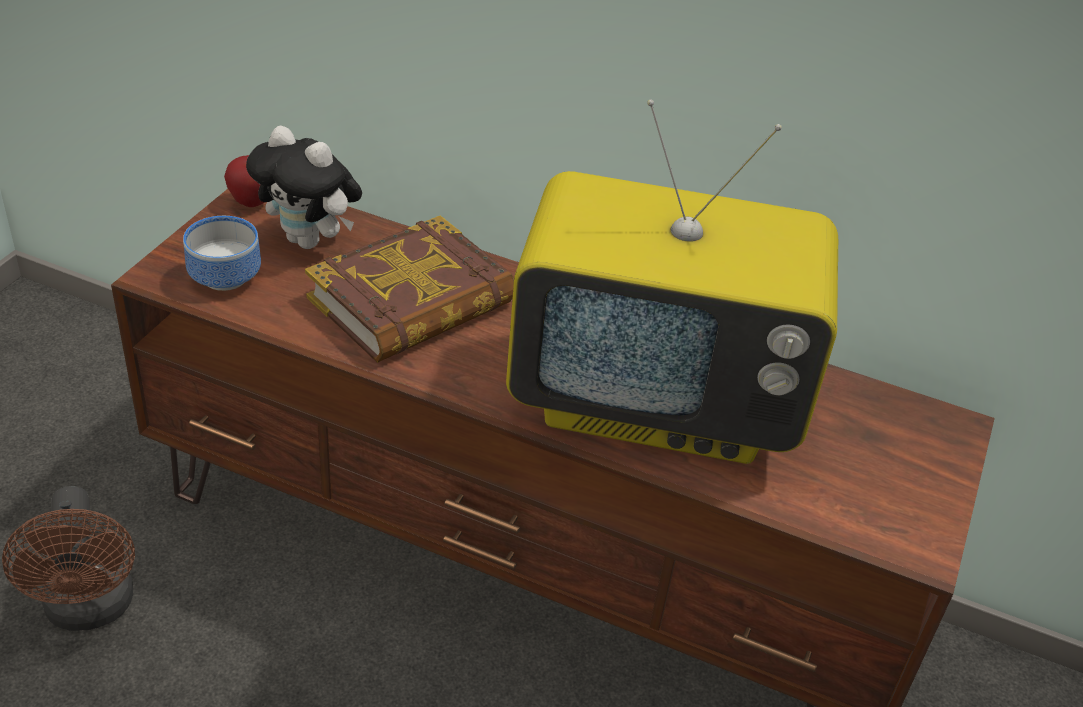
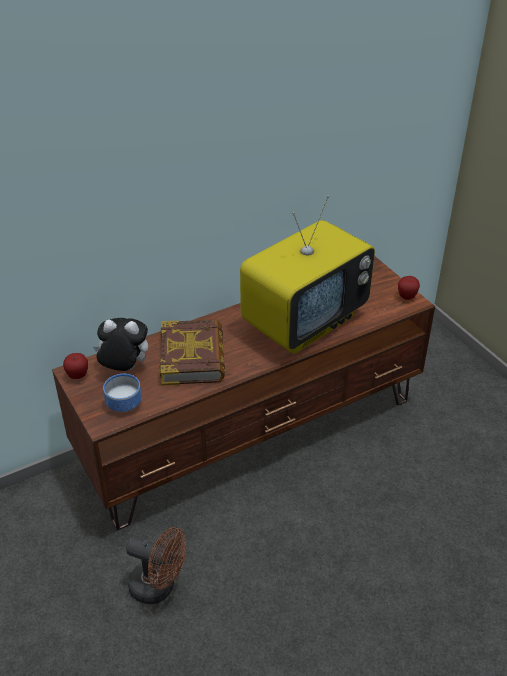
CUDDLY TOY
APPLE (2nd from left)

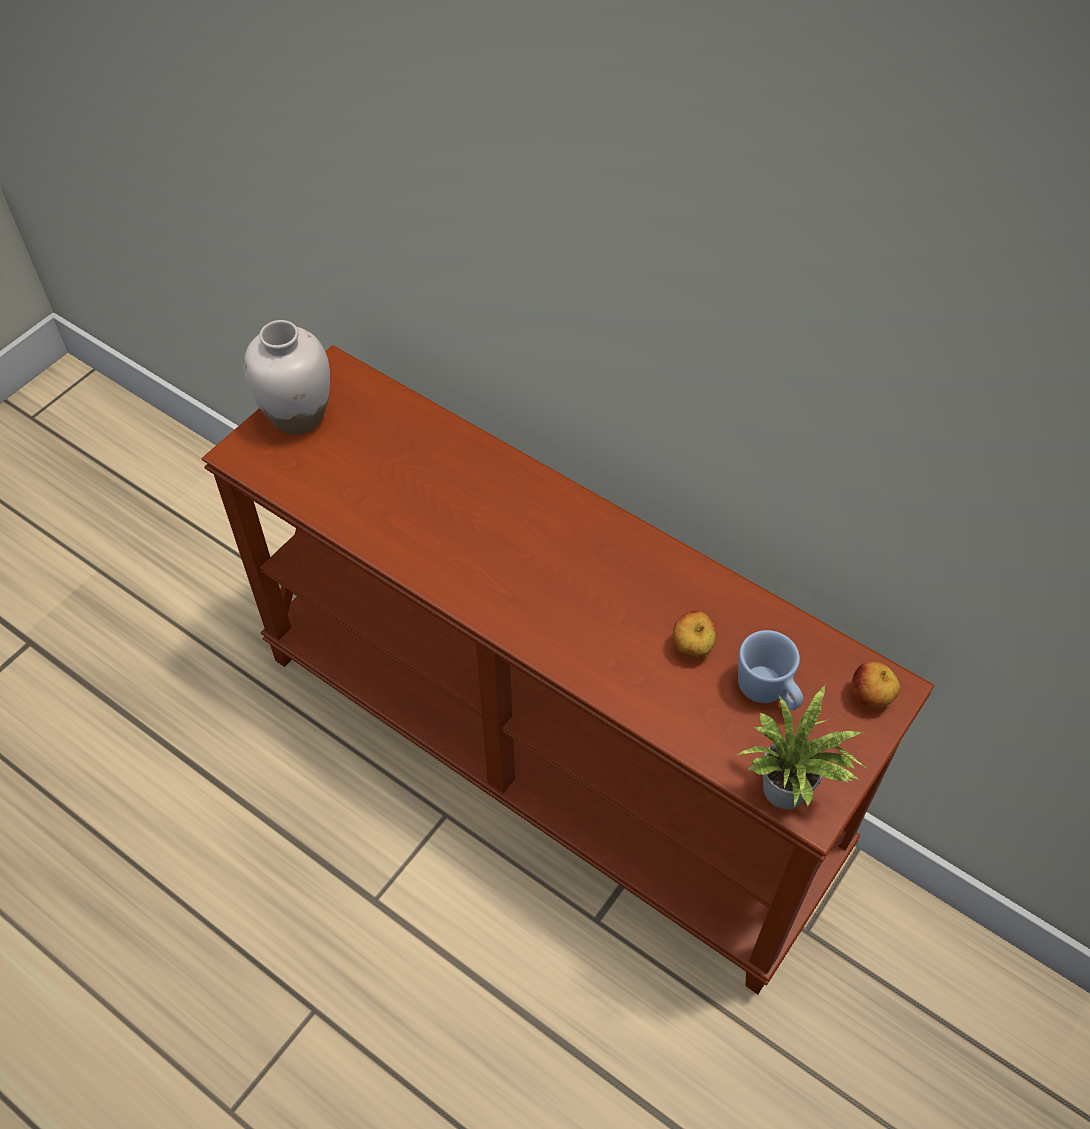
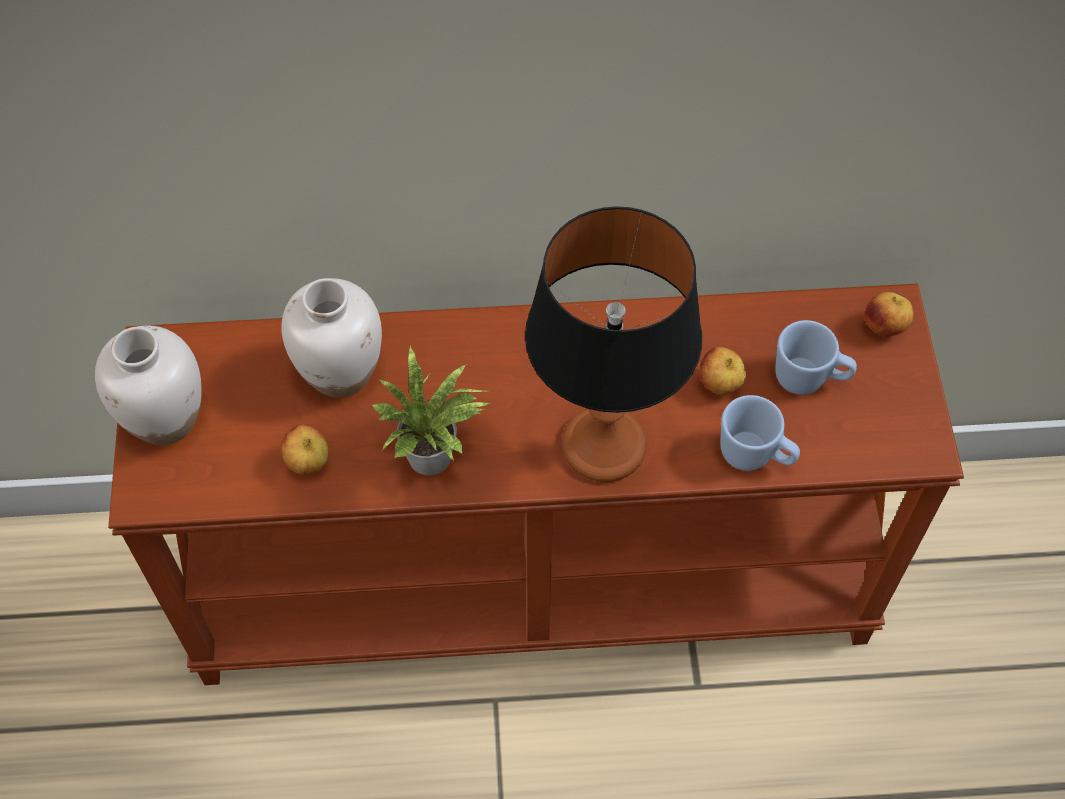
PLANT IN A POT
APPLE (1st from left)
WHITE DECORATIVE VASE (2nd from left)
TABLETOP LAMP
BLUE TEA MUG (1st from left)

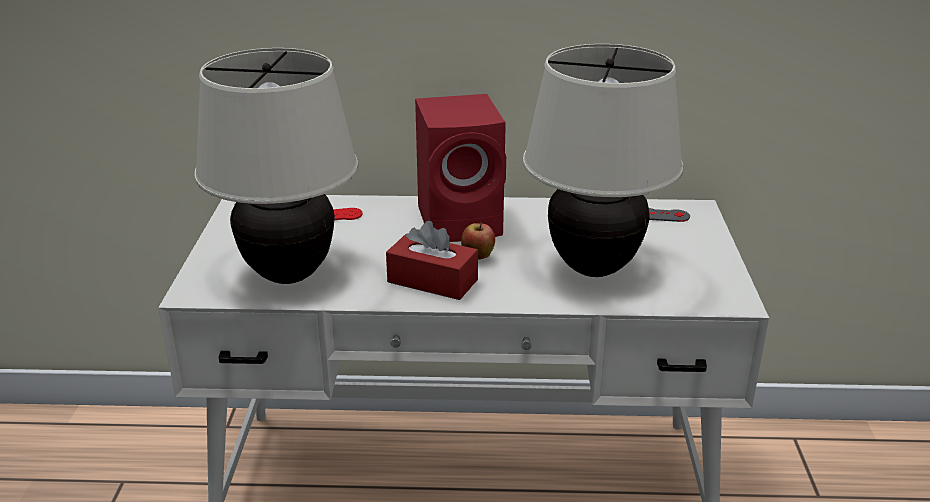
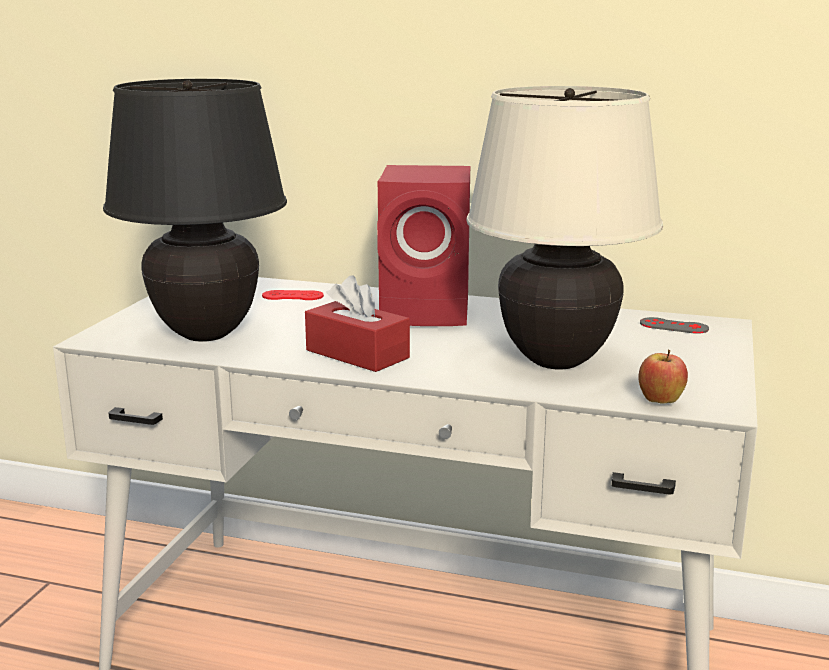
BLACKISH TABLETOP LAMP
APPLE

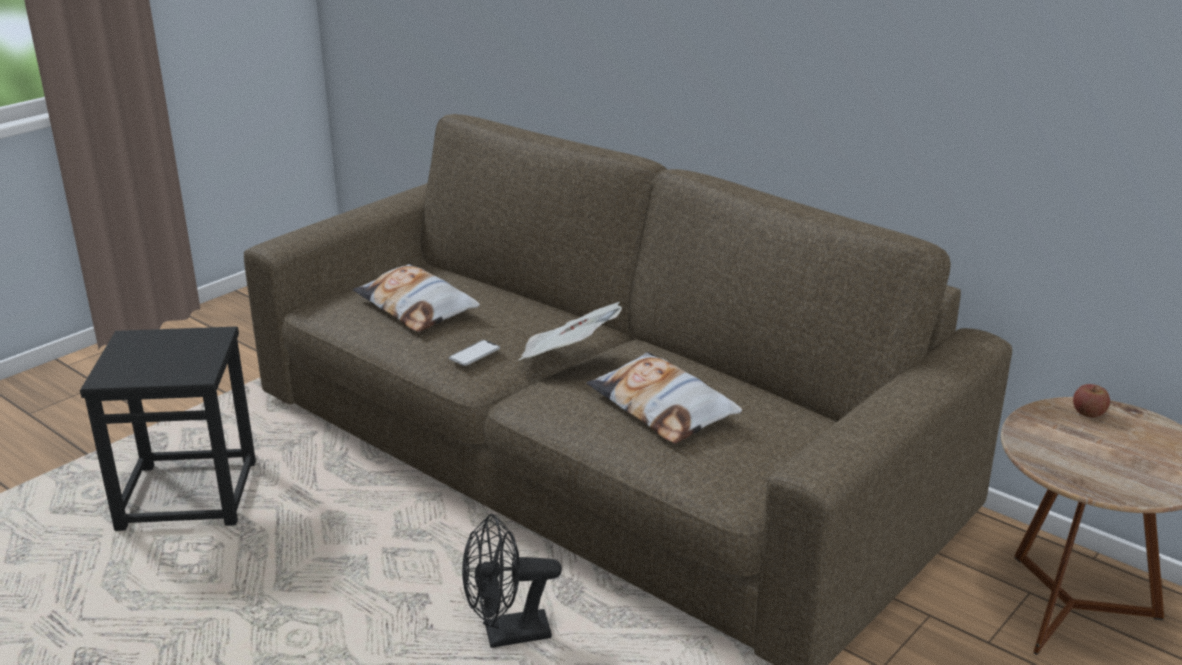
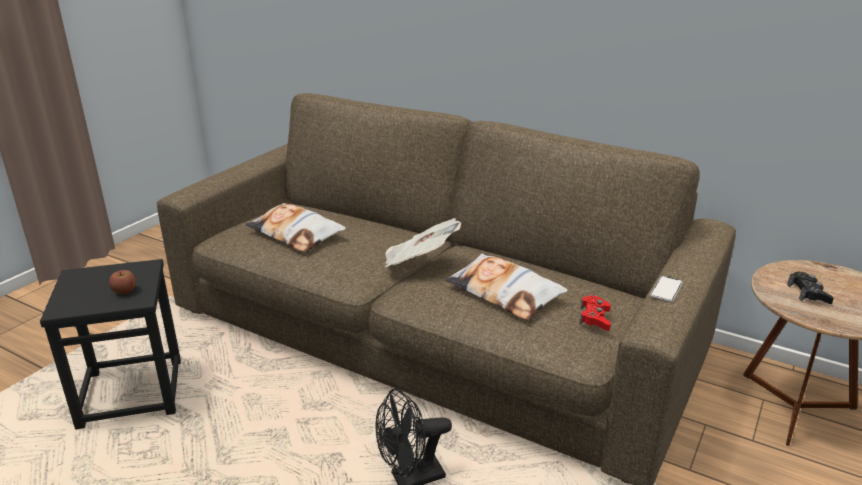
TELEPHONE
APPLE
RED JOYPAD
BLACKISH JOYPAD

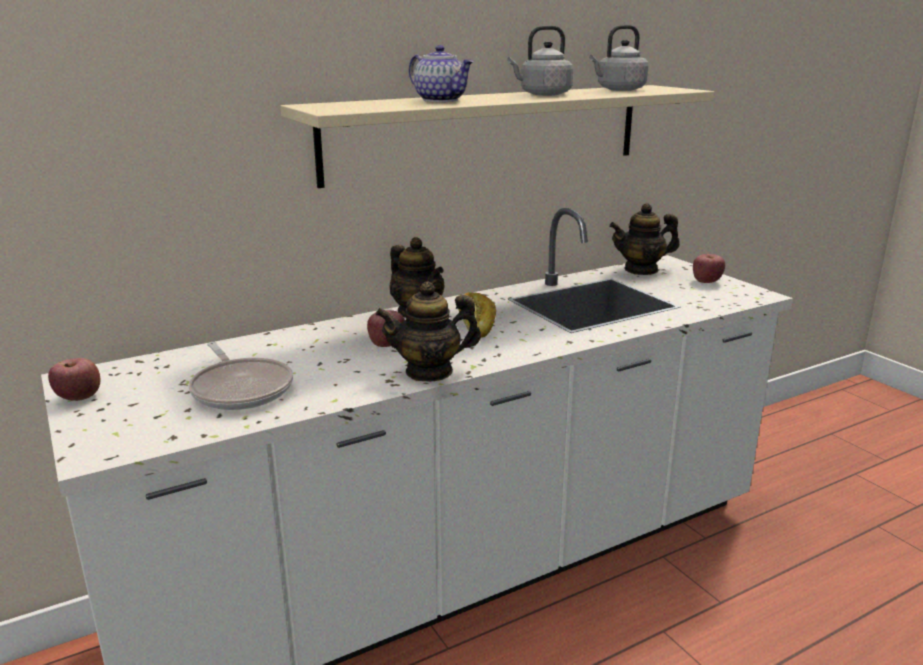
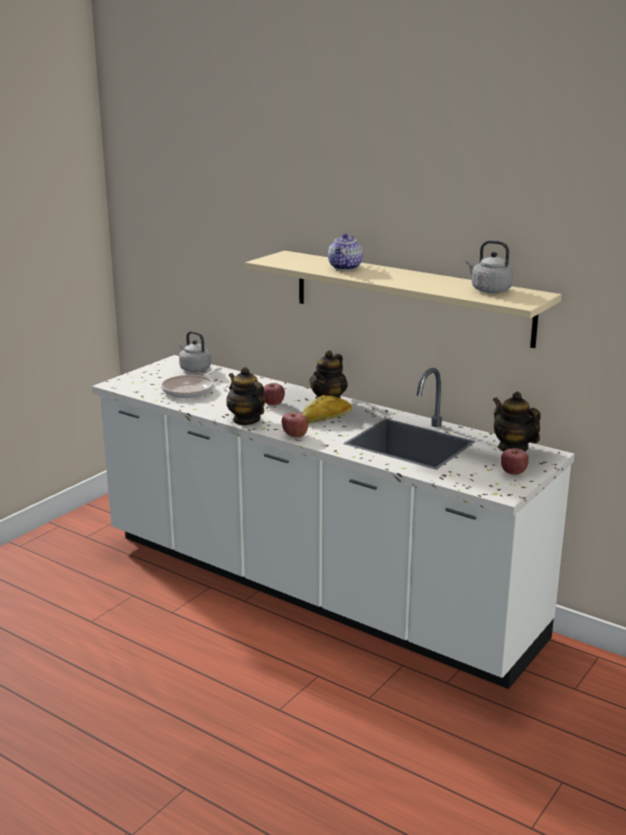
APPLE (2nd from left)
GREY TEA KETTLE (1st from left)

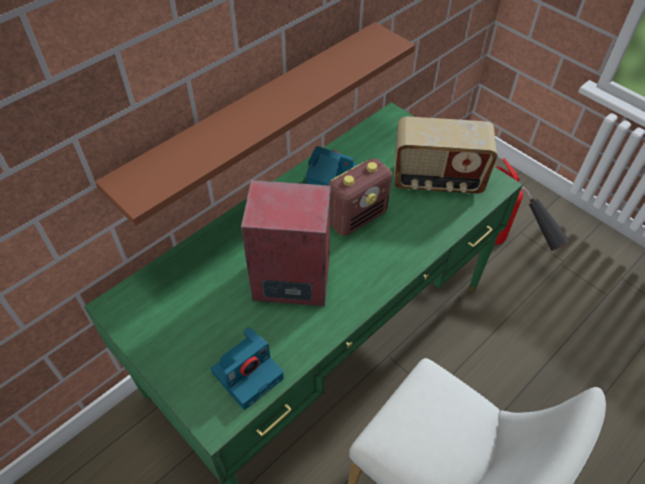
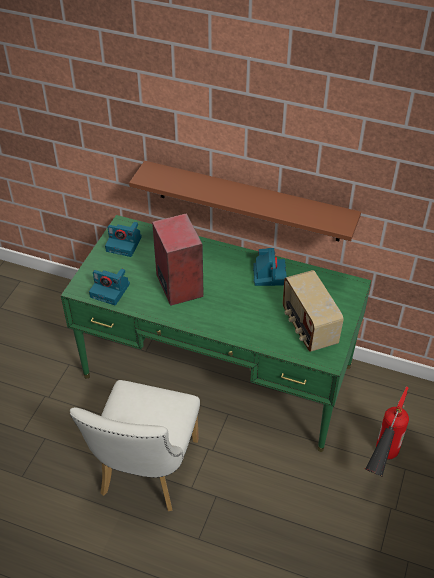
RADIO (1st from left in the first image)
PHOTO CAMERA (2nd from left)

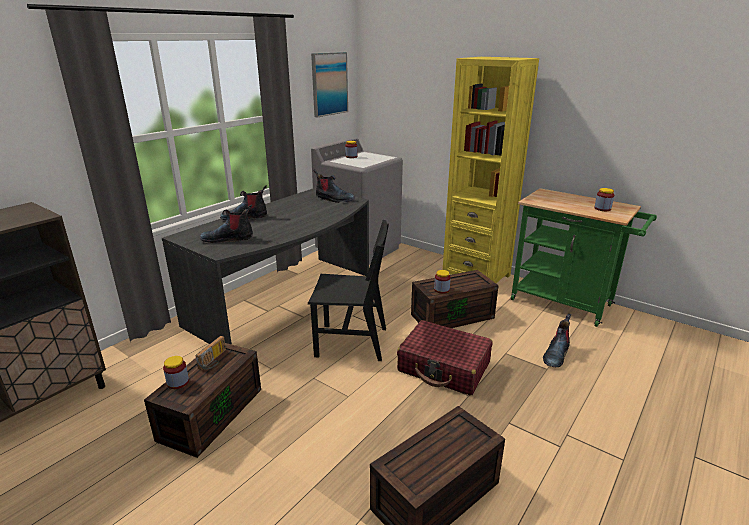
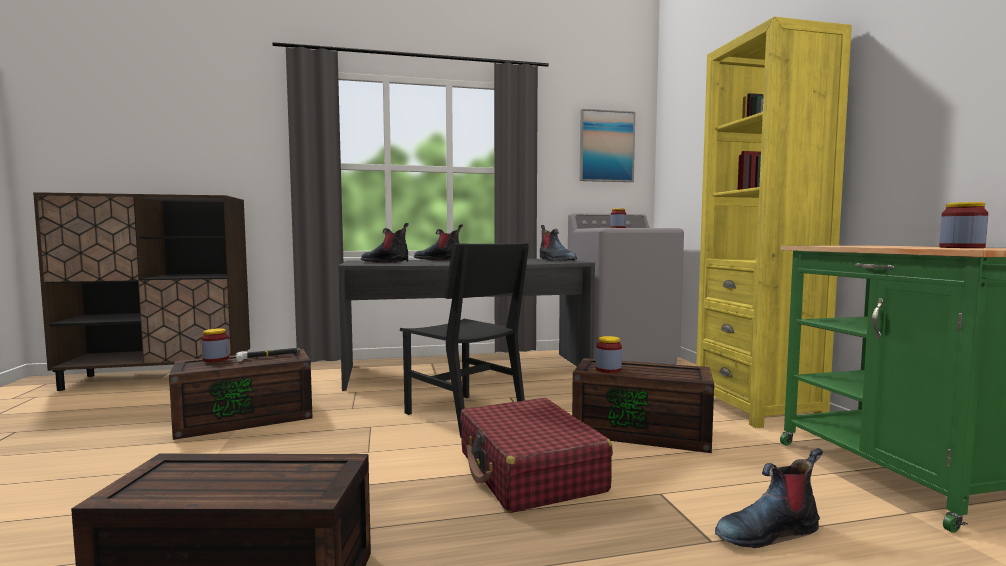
TOOL HAMMER

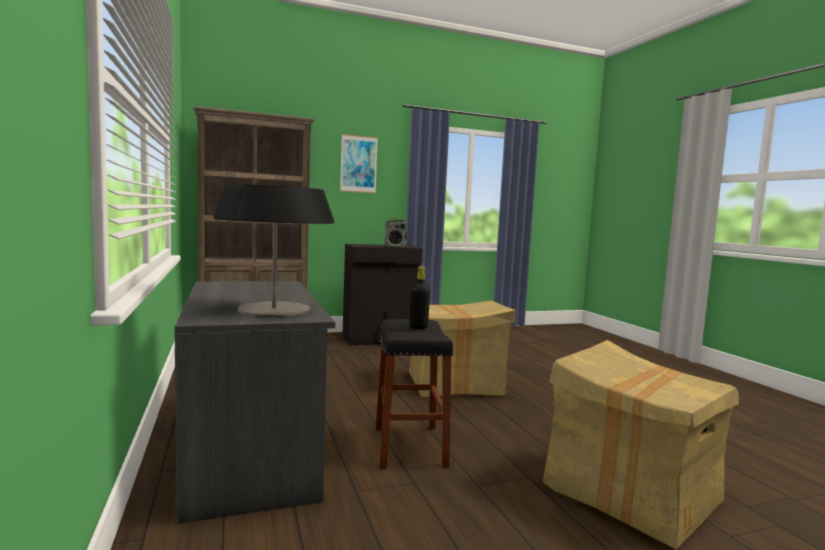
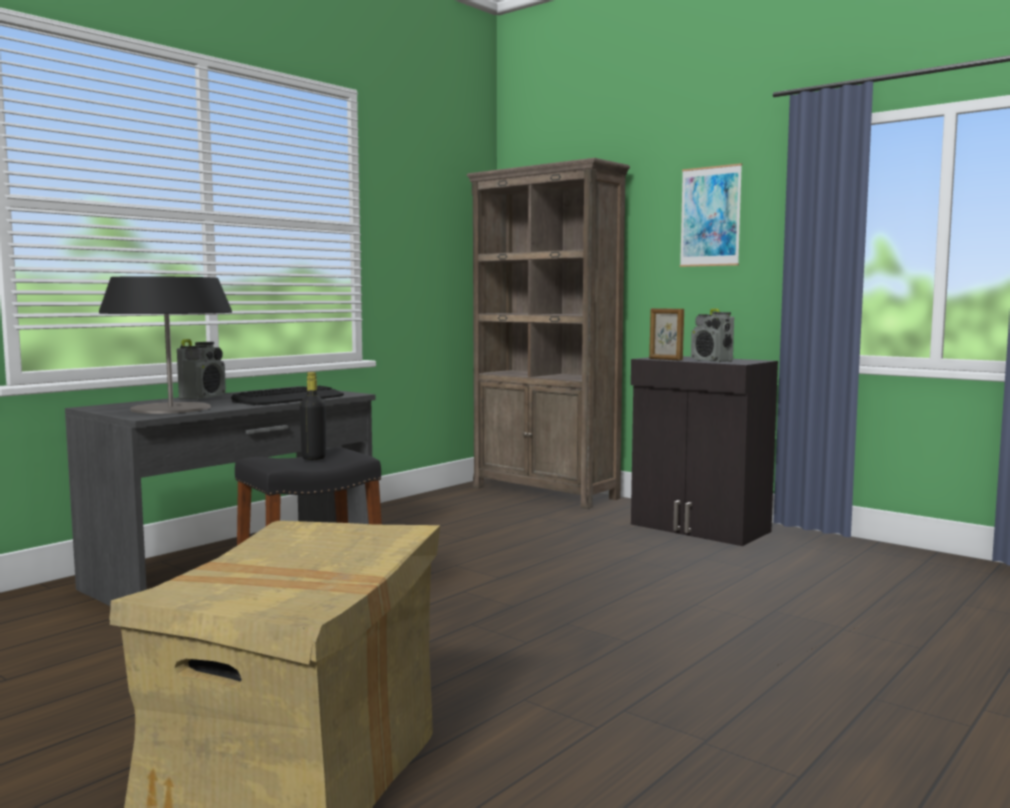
PACKING BOX (1st from left in the first image)
RADIO (1st from left)
PC KEYBOARD
STANDING FRAME

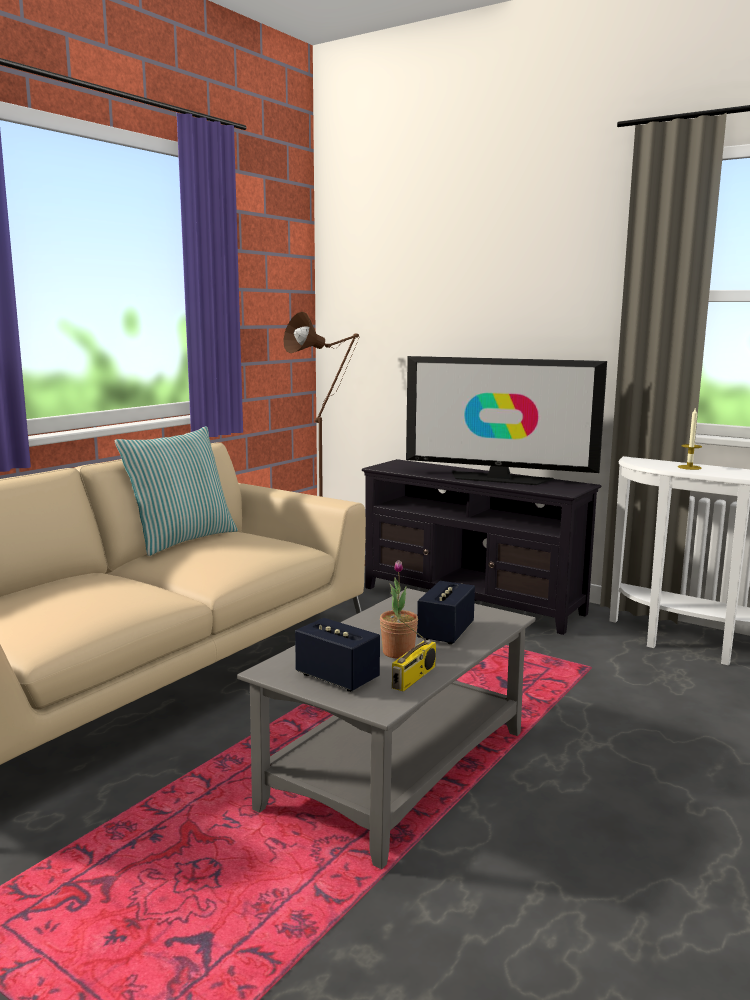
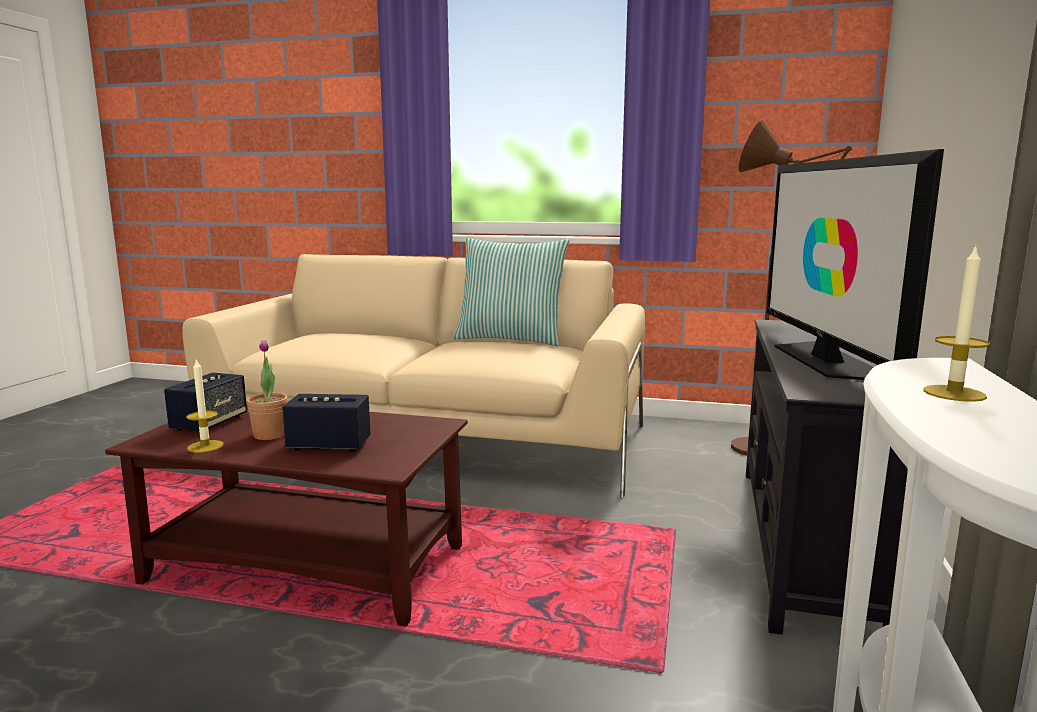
BROWN COFFEE TABLE
WAX LIGHT (1st from left)

